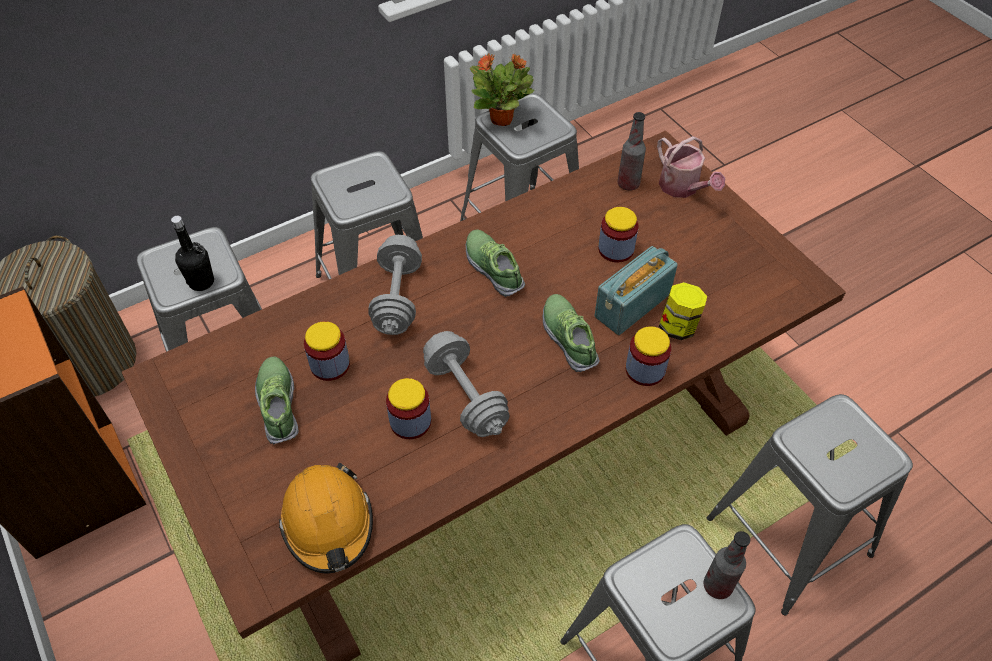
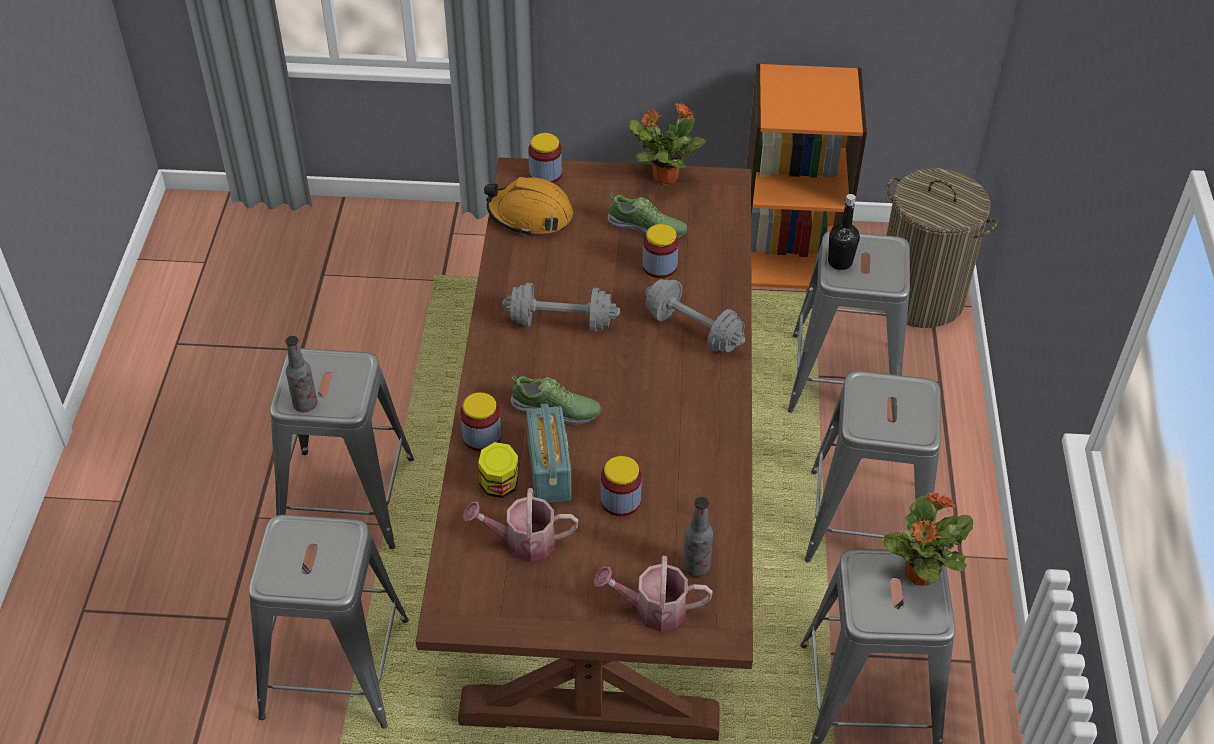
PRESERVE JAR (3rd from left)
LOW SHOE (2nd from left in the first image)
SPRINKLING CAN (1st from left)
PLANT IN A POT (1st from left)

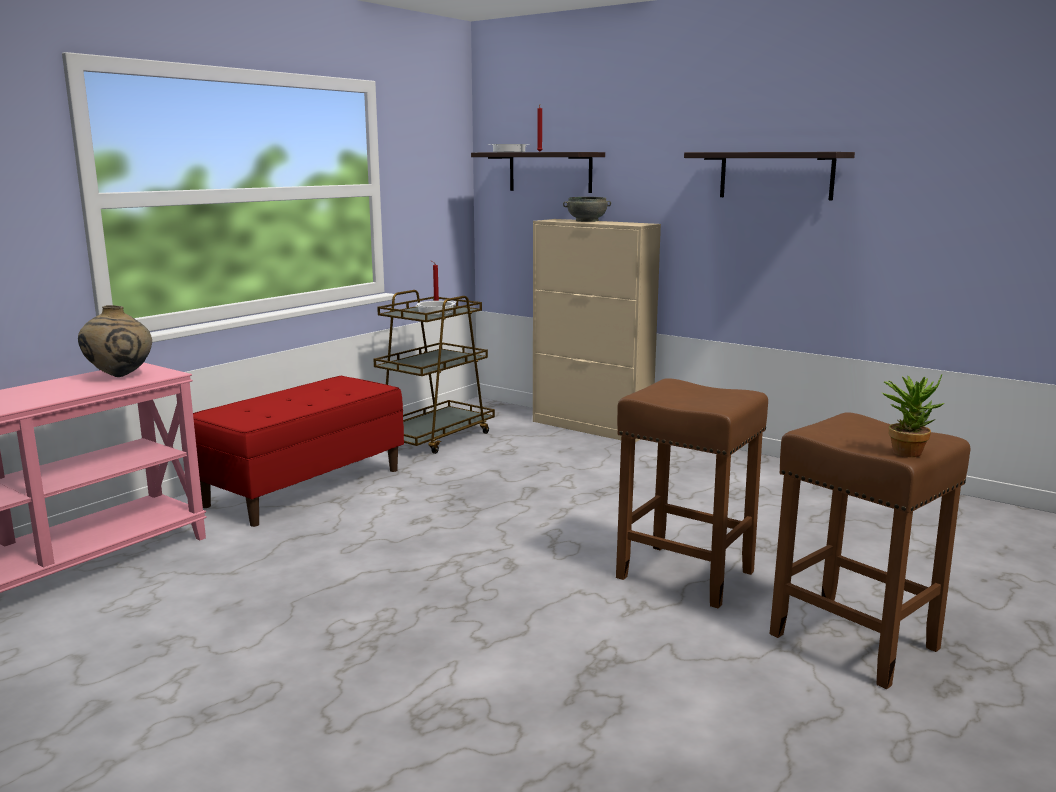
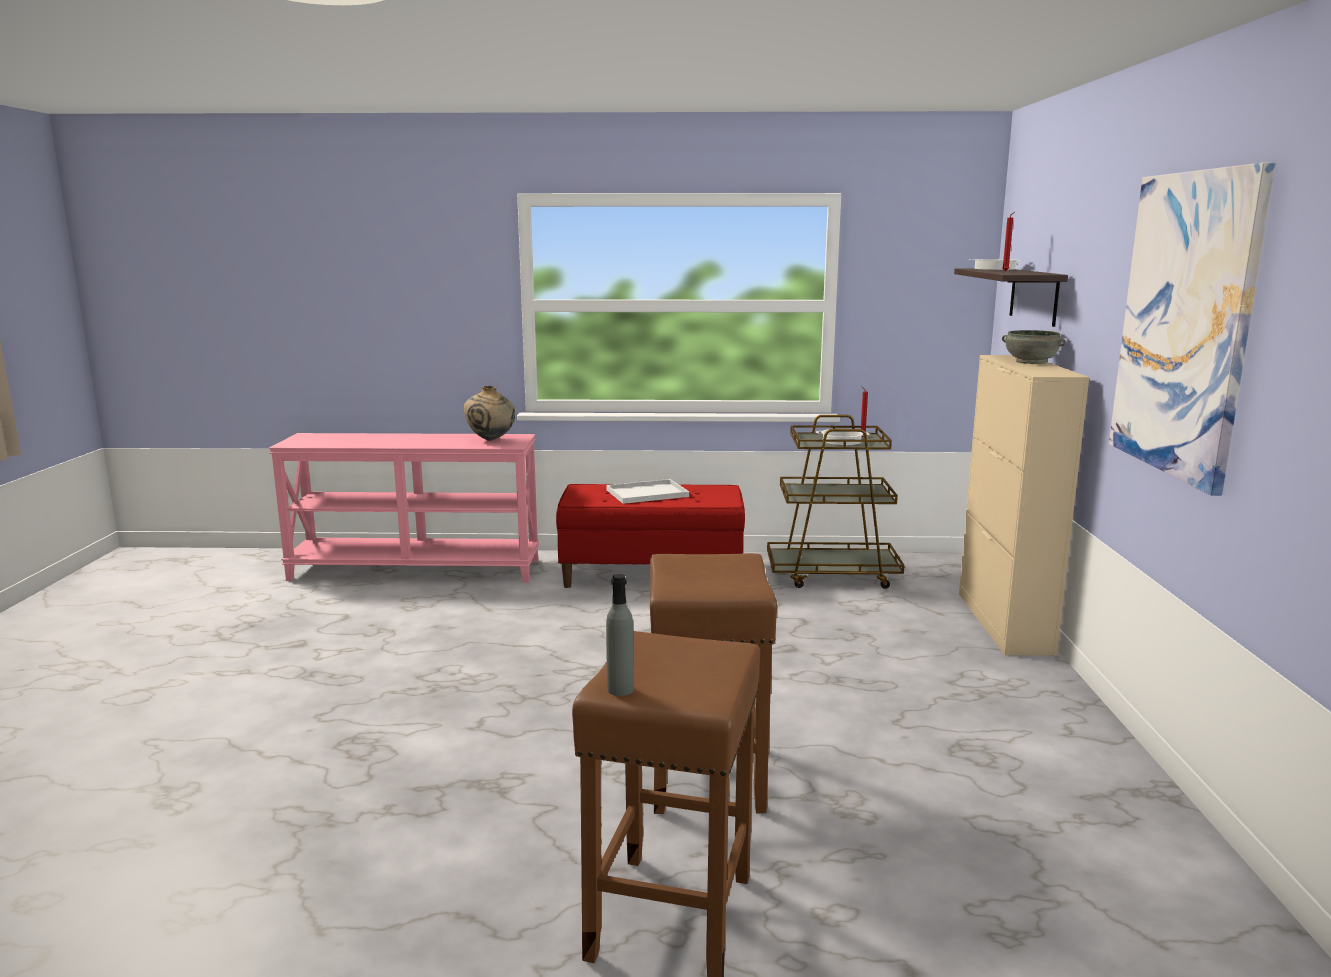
PICTURE
GREY BEVERAGE BOTTLE
WHITE TRAY

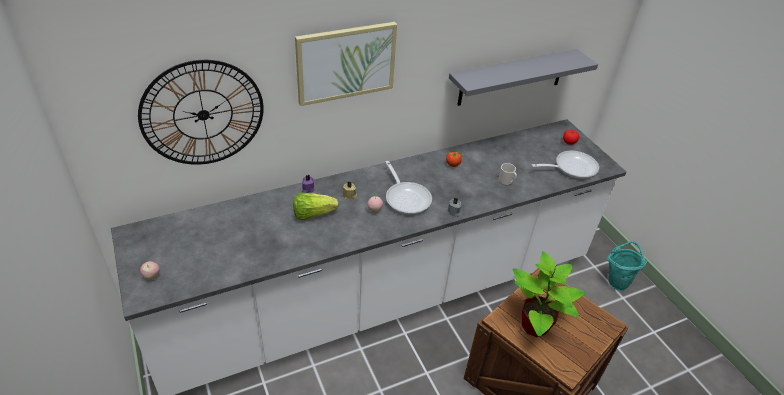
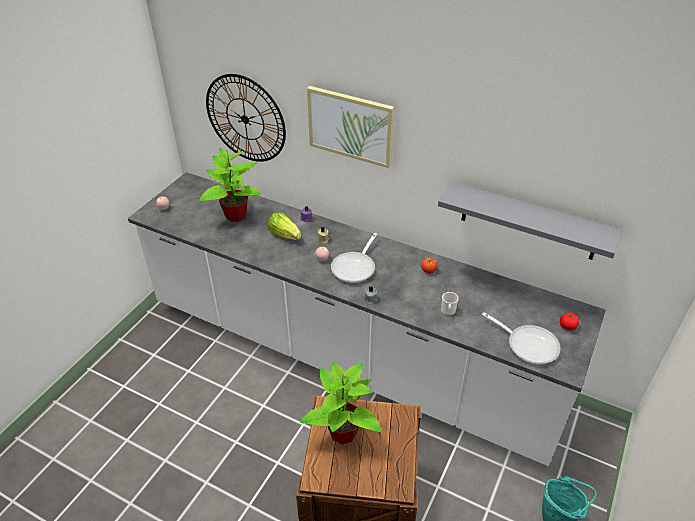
PLANT IN A POT (1st from left)

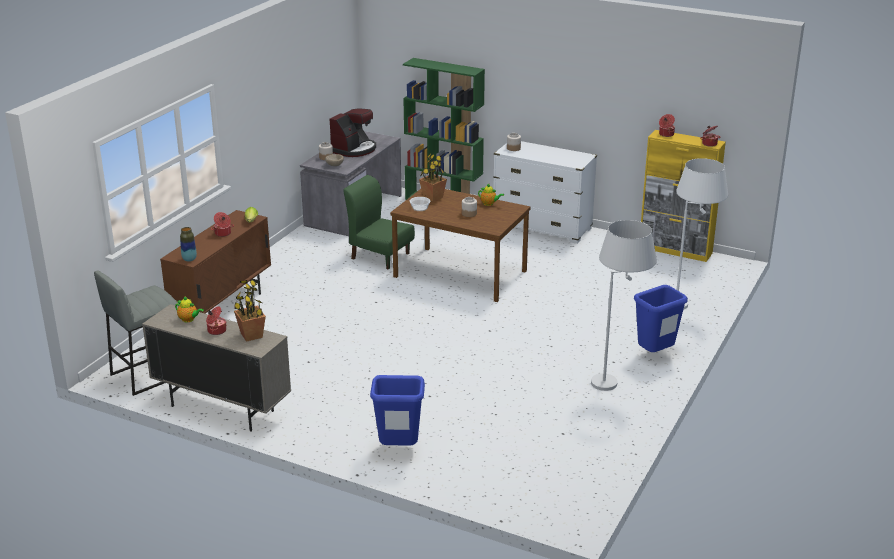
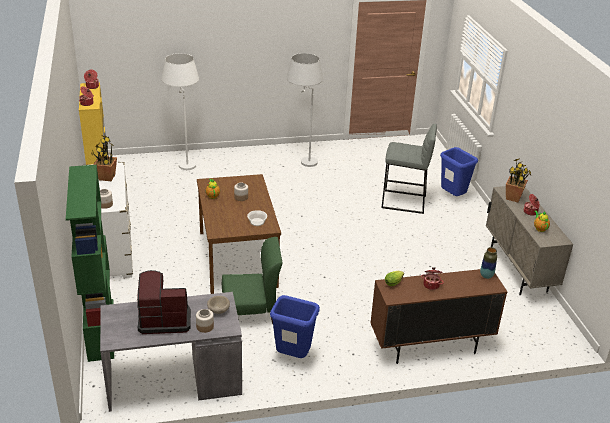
GREY SITTING STOOL
GREEN-COLOURED CHAIR
PLANT IN A POT (1st from left)
BLUE TRASH CAN (1st from left)

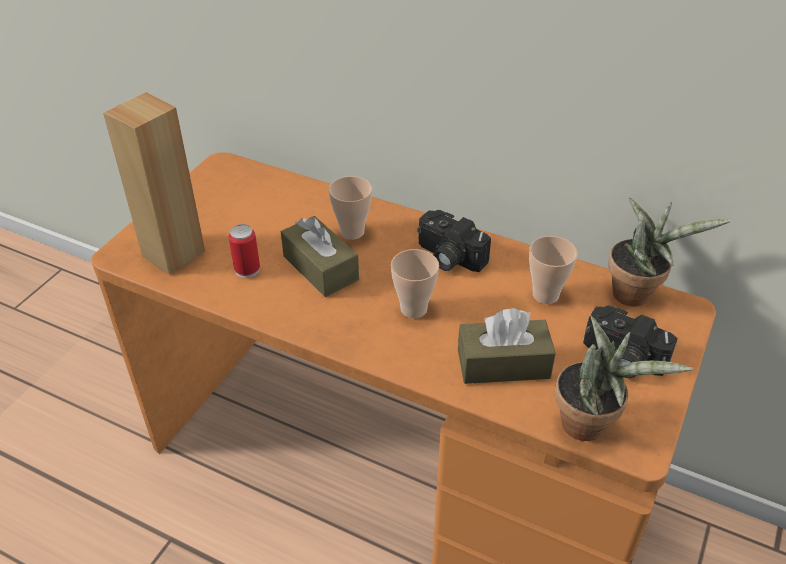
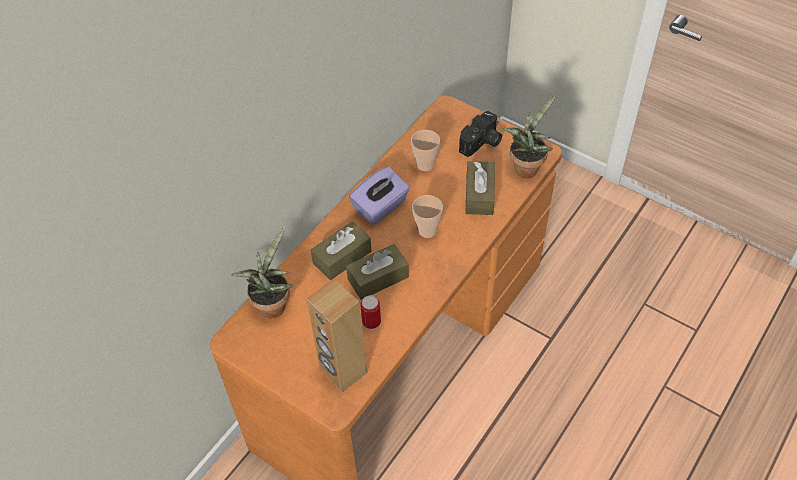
BROWN BOX OF TISSUES (1st from left)
PURPLISH BOX OF TISSUES
PLANT IN A POT (1st from left)

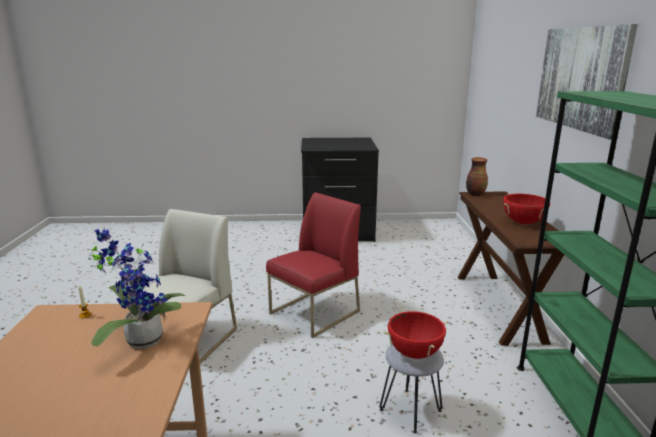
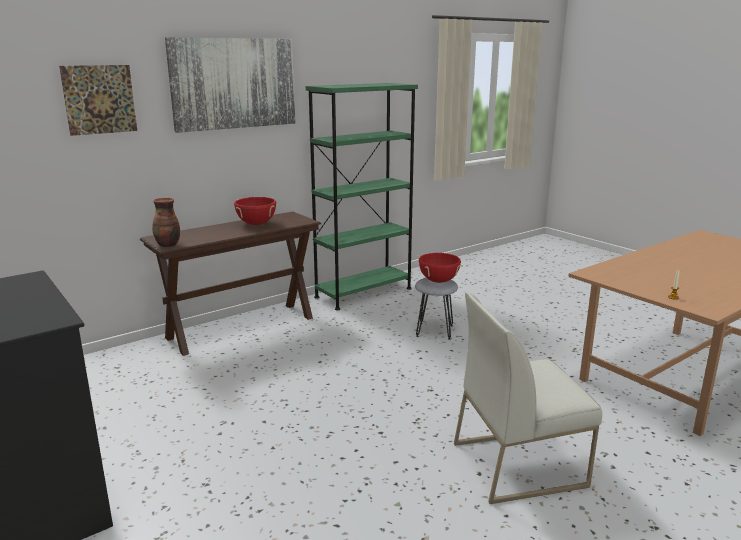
PLANT IN A POT
RED CHAIR
PICTURE (1st from left)

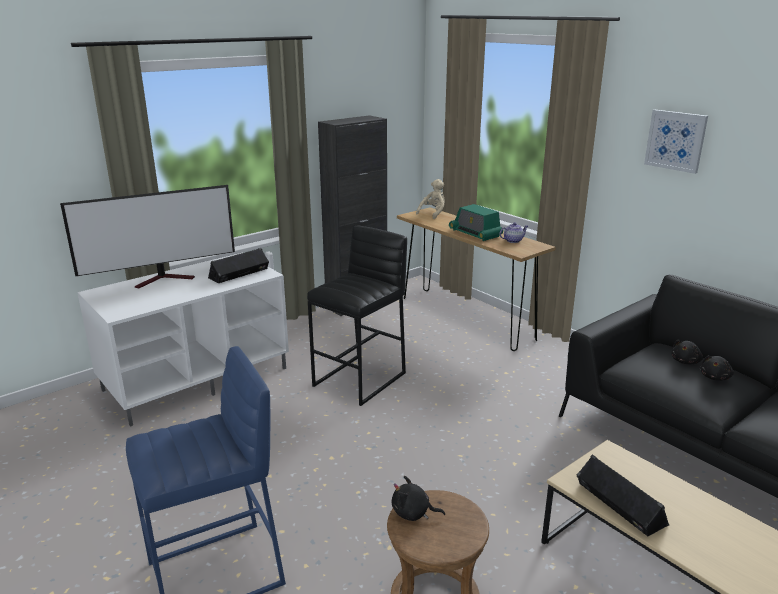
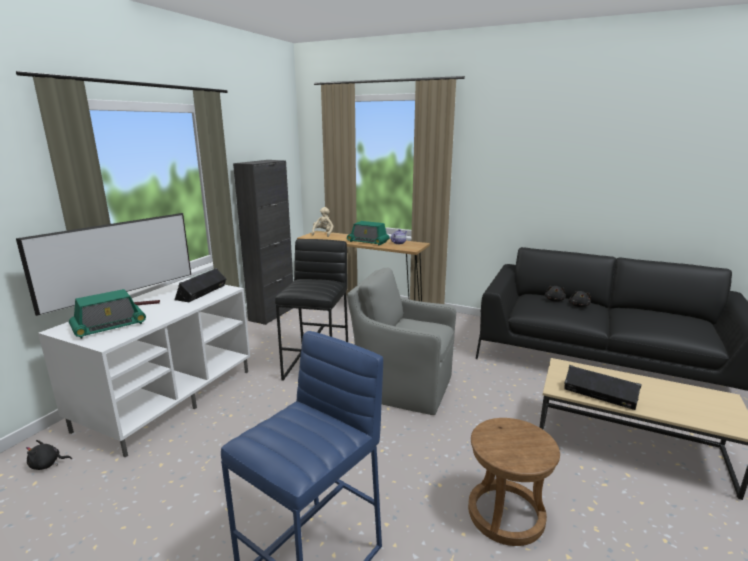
BLACKISH CUDDLY TOY (1st from left)
PICTURE
RADIO (1st from left)
GREY EASY CHAIR

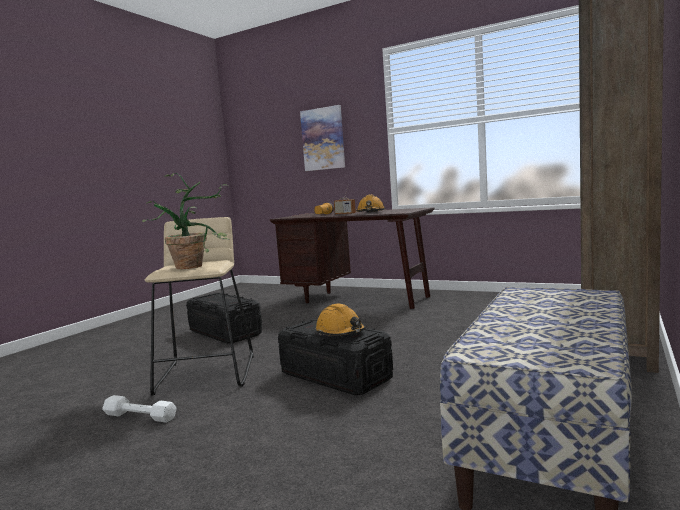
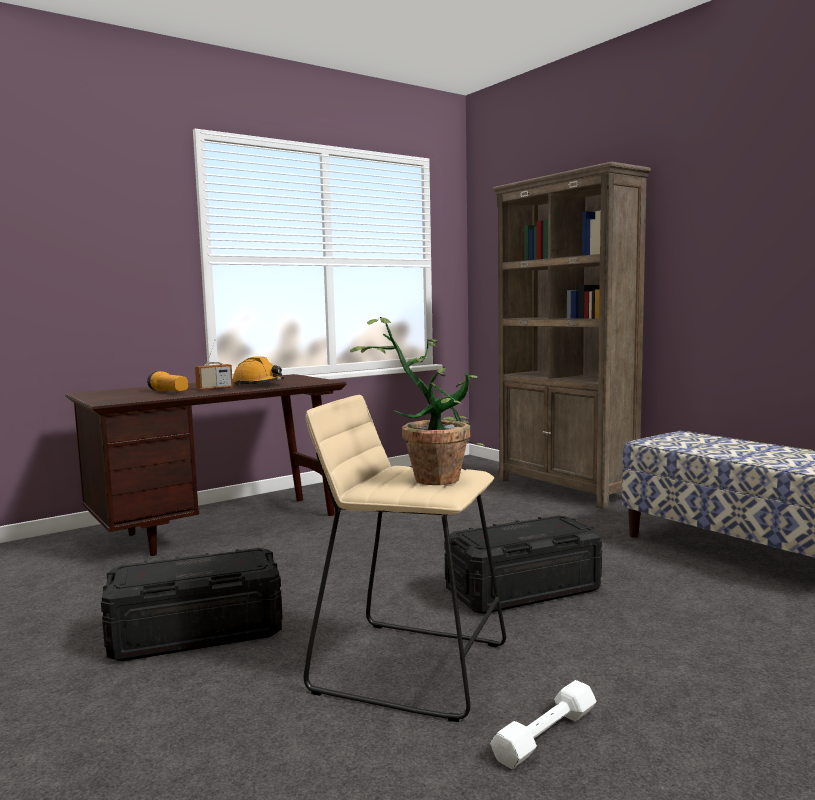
PICTURE
ORANGE WORK HELMET (1st from left in the first image)

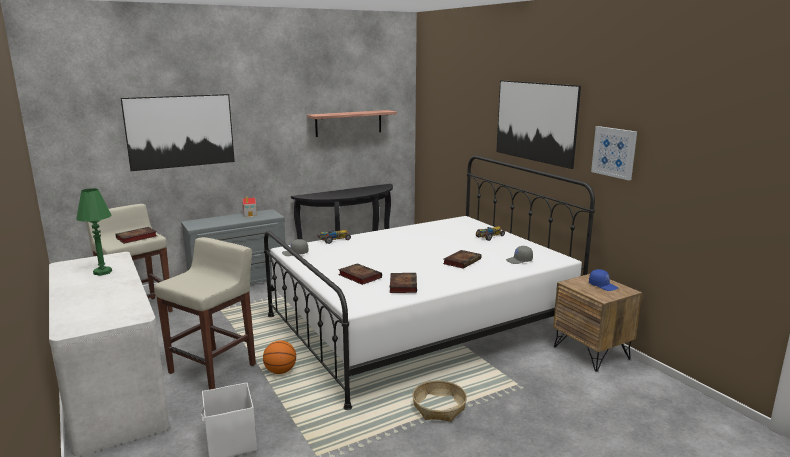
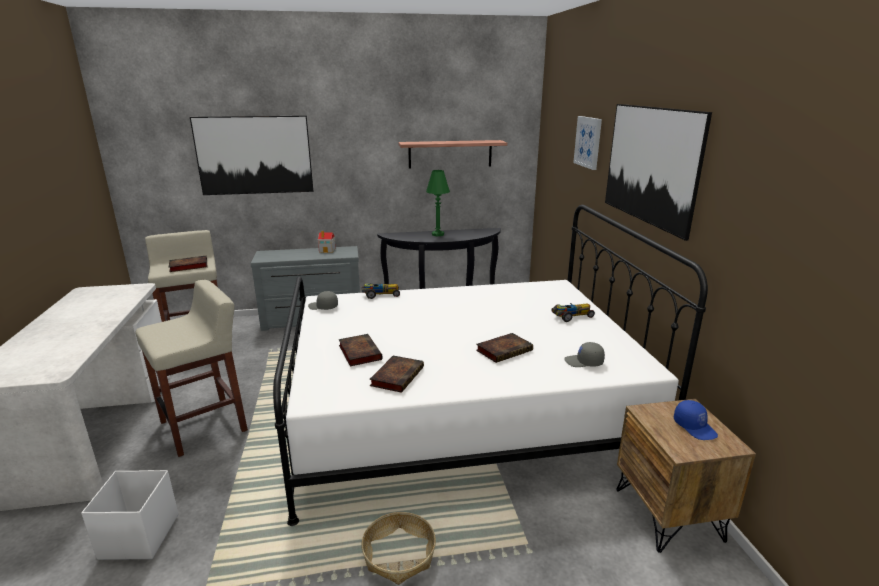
GREEN-COLOURED TABLETOP LAMP
BALL FOR BASKETBALL
PICTURE (2nd from left)

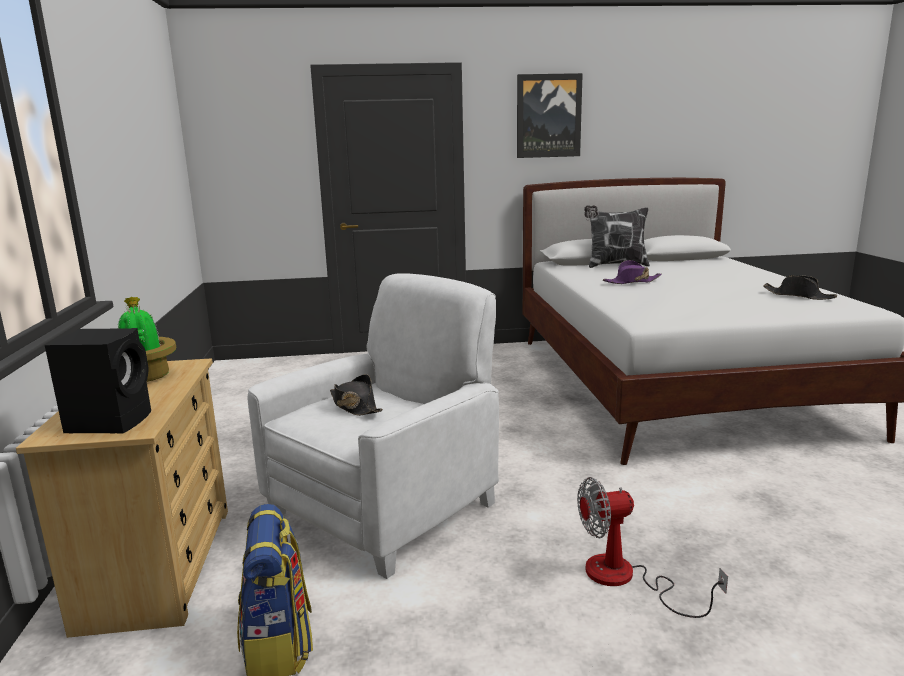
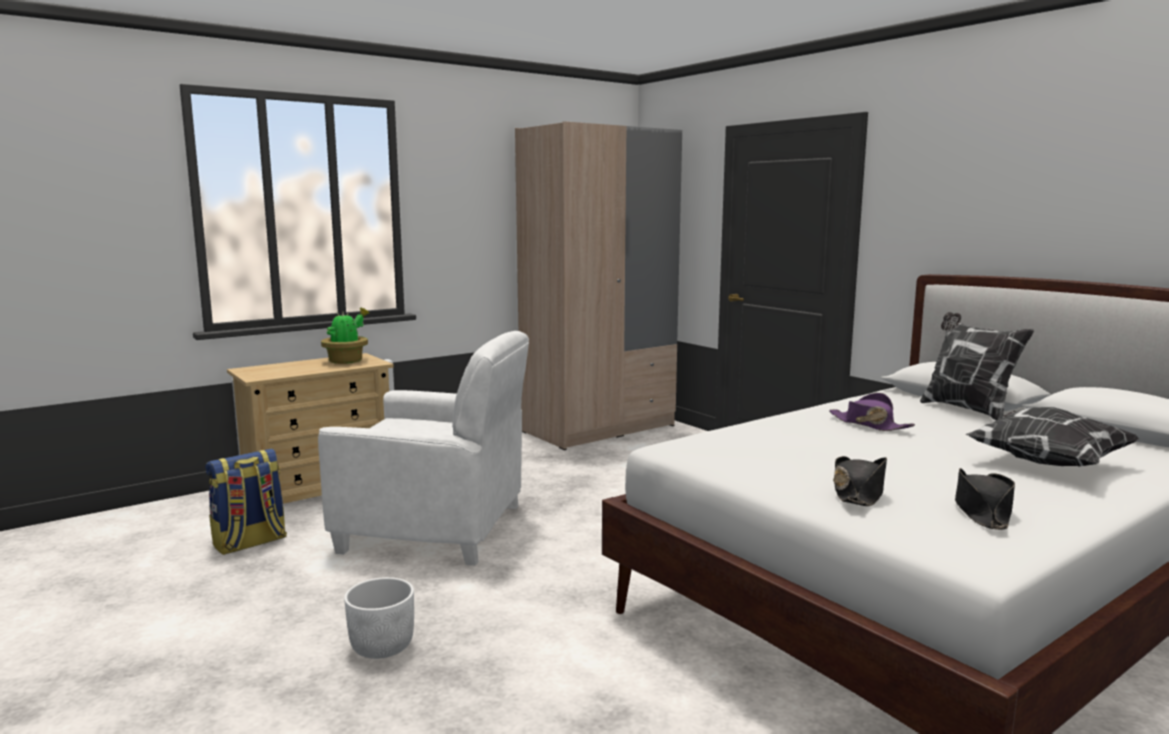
BLACKISH AUDIO SPEAKER
BLACKISH CLOTHING HAT (1st from left)
PICTURE
WHITE PLANTER
SAND-COLOURED CLOTHES CUPBOARD
PILLOW (2nd from left)

